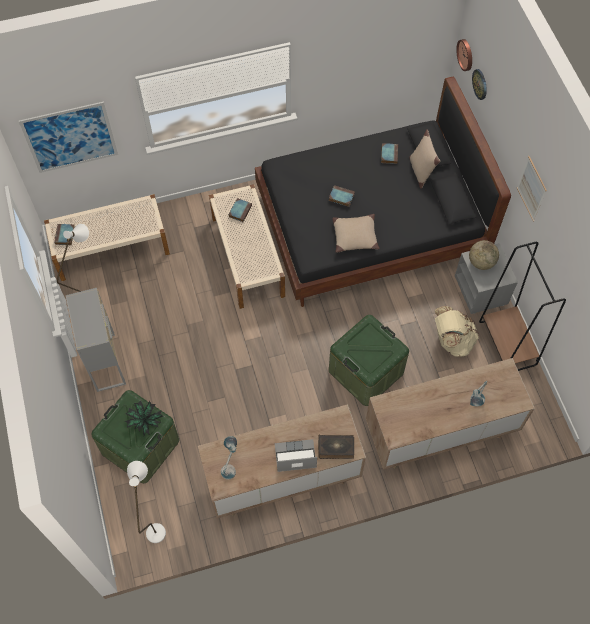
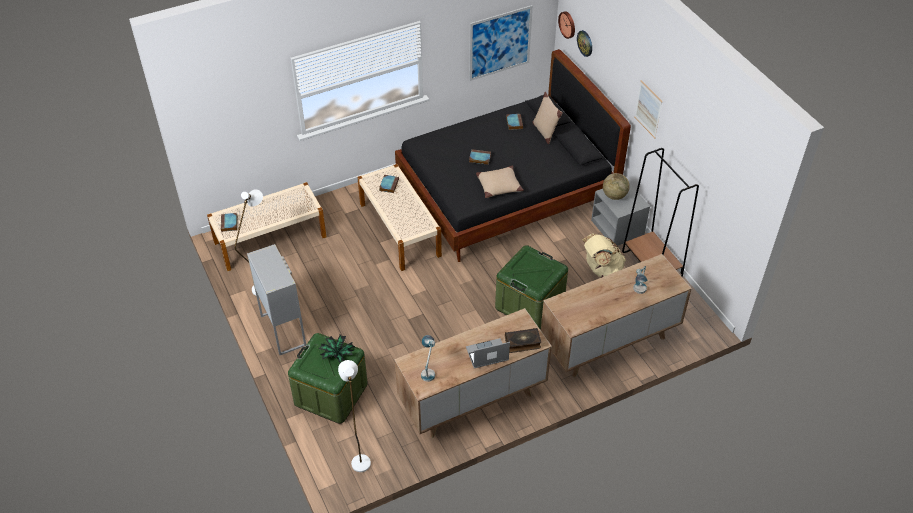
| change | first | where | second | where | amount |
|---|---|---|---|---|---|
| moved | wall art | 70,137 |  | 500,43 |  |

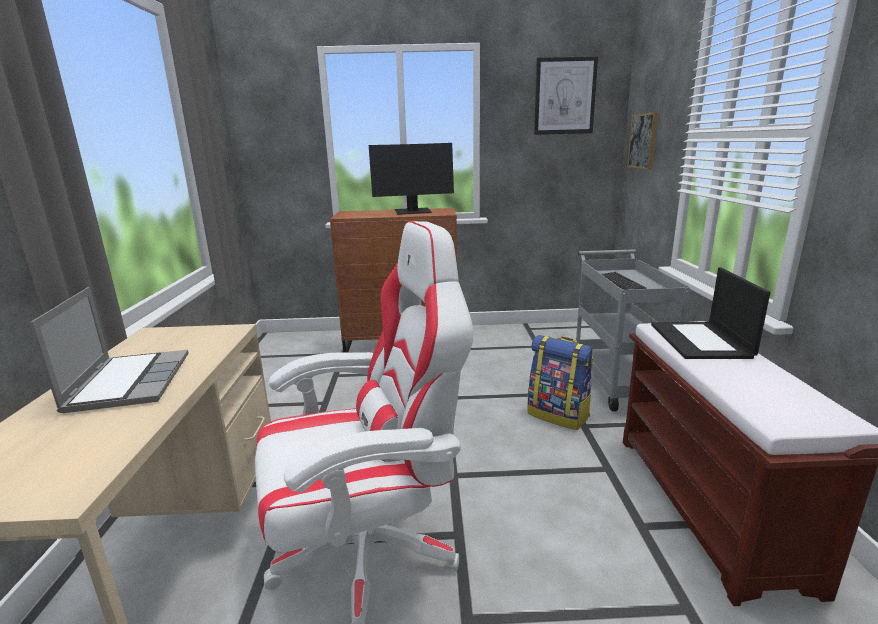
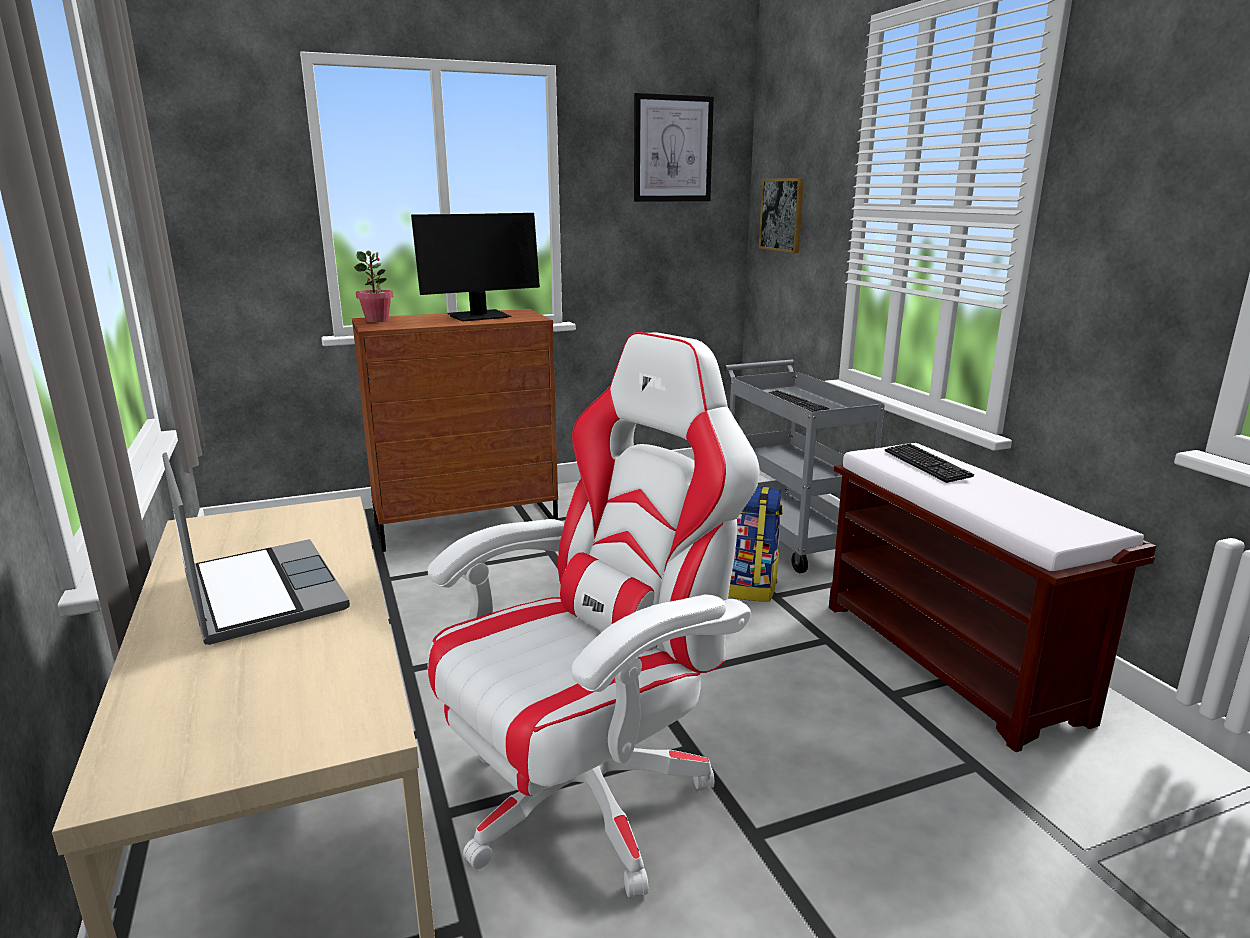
| change | first | where | second | where | amount |
|---|---|---|---|---|---|
| replaced | laptop | 701,341 | computer keyboard | 926,465 |  |
| added |  |  | potted plant | 377,320 |  |

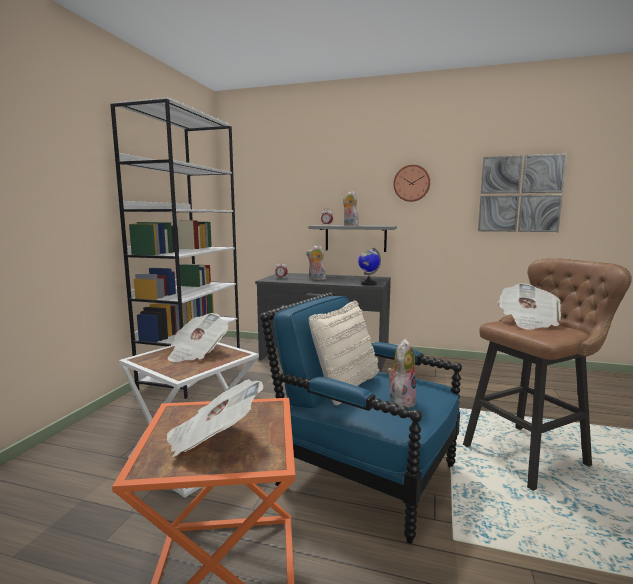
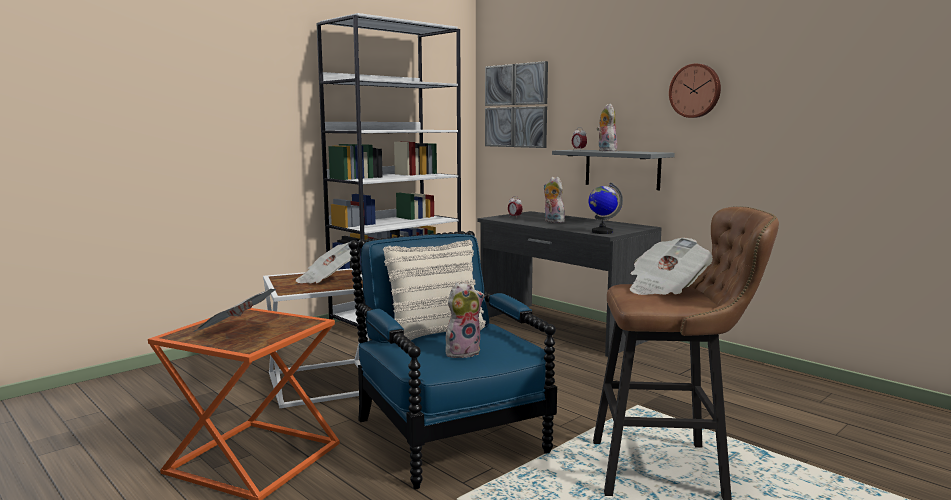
| change | first | where | second | where | amount |
|---|---|---|---|---|---|
| moved | wall art | 520,194 |  | 516,106 |  |

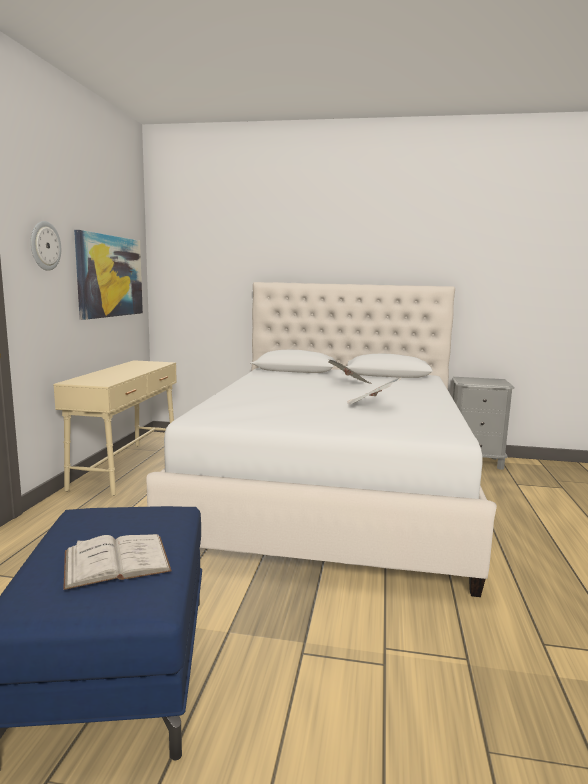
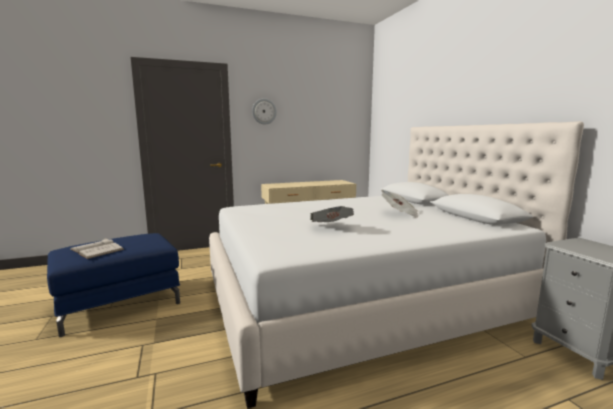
| change | first | where | second | where | amount |
|---|---|---|---|---|---|
| removed | wall art | 110,276 |  |  |  |

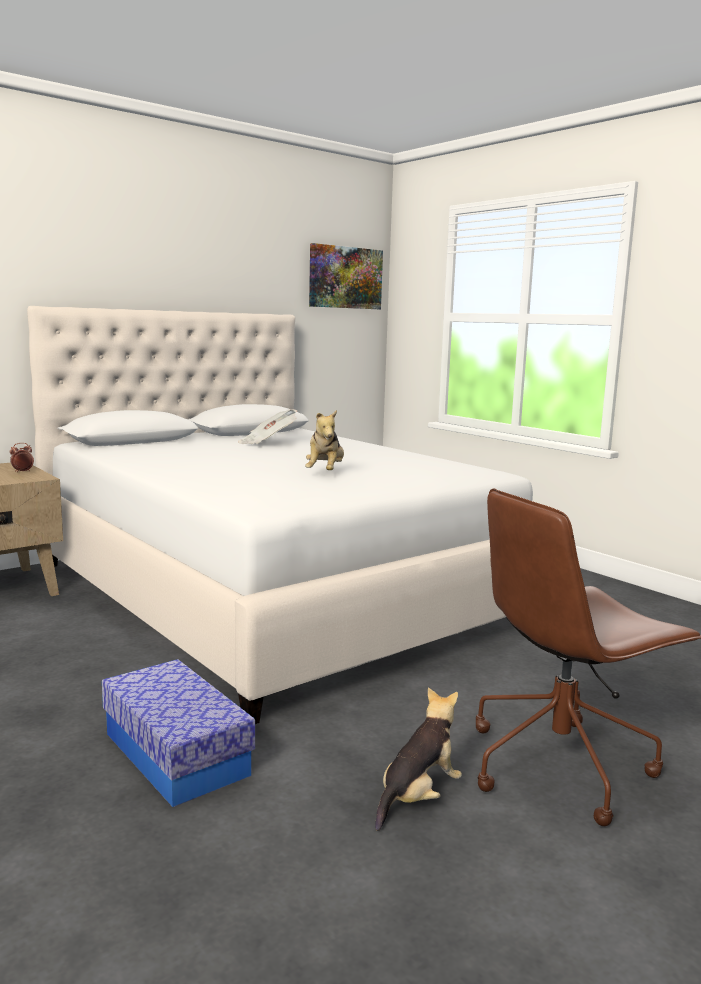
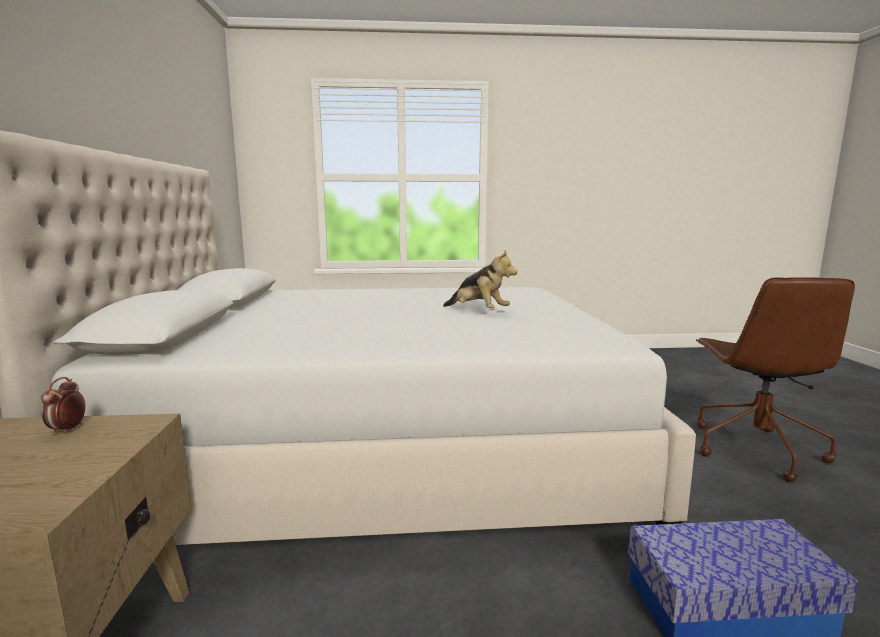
| change | first | where | second | where | amount |
|---|---|---|---|---|---|
| removed | daily paper | 267,443 |  |  |  |
| removed | wall art | 345,277 |  |  |  |
| removed | cuddly toy | 418,797 |  |  |  |

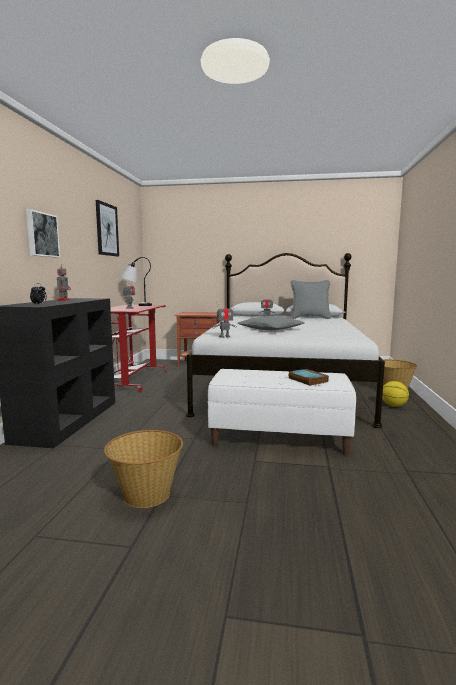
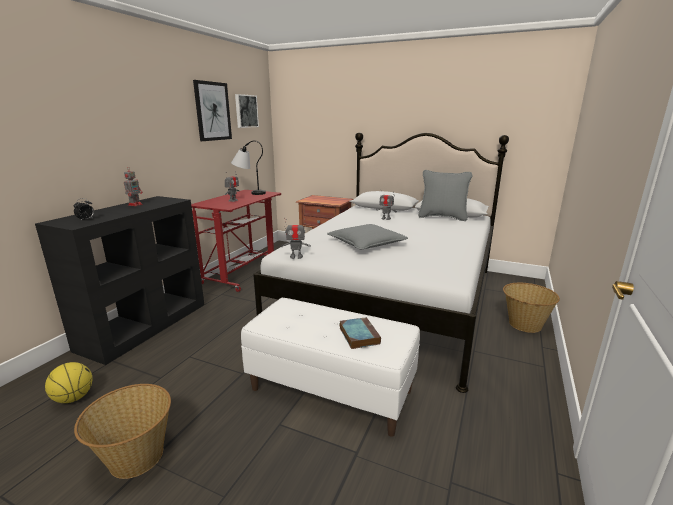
| change | first | where | second | where | amount |
|---|---|---|---|---|---|
| moved | wall art | 41,234 |  | 246,111 |  |
| moved | ball for basketball | 393,406 |  | 74,397 |  |

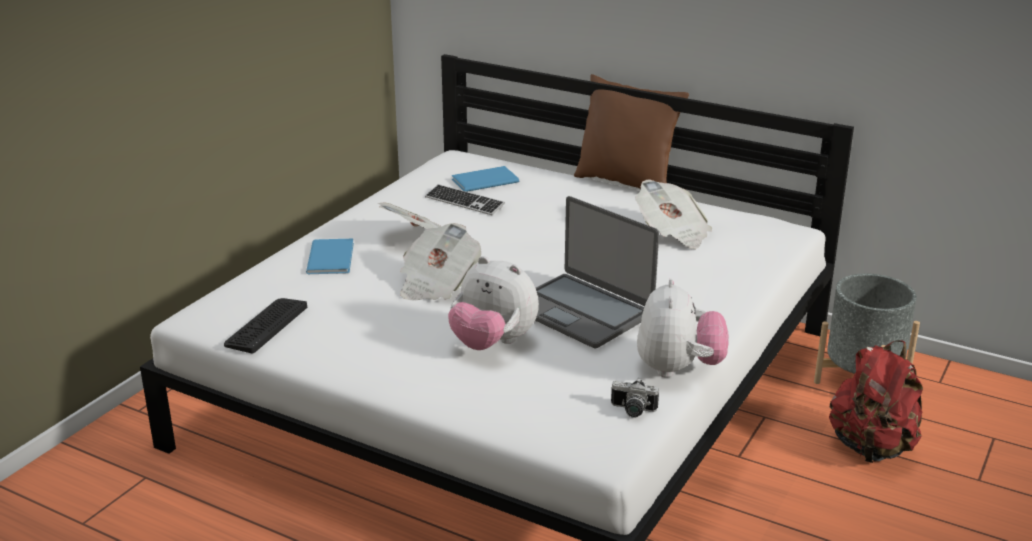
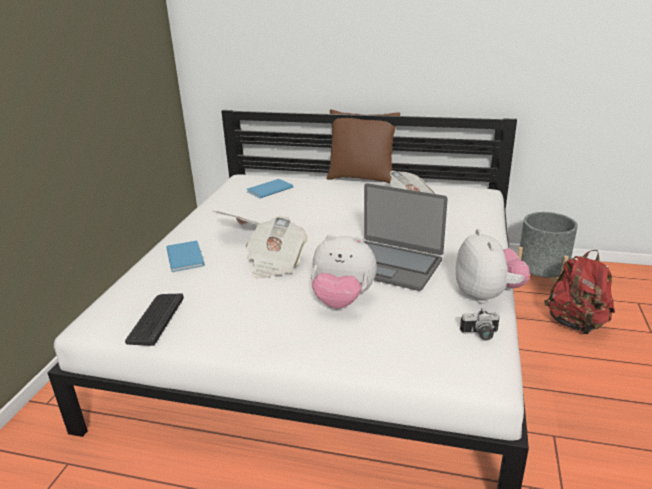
| change | first | where | second | where | amount |
|---|---|---|---|---|---|
| removed | computer keyboard | 464,202 |  |  |  |

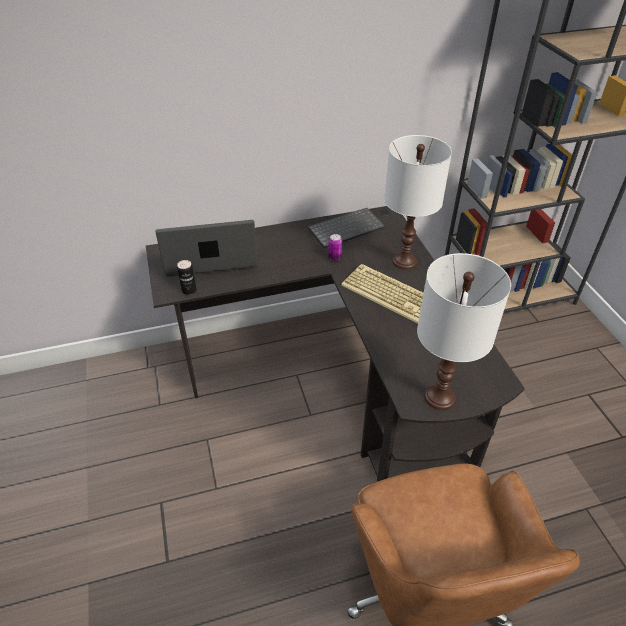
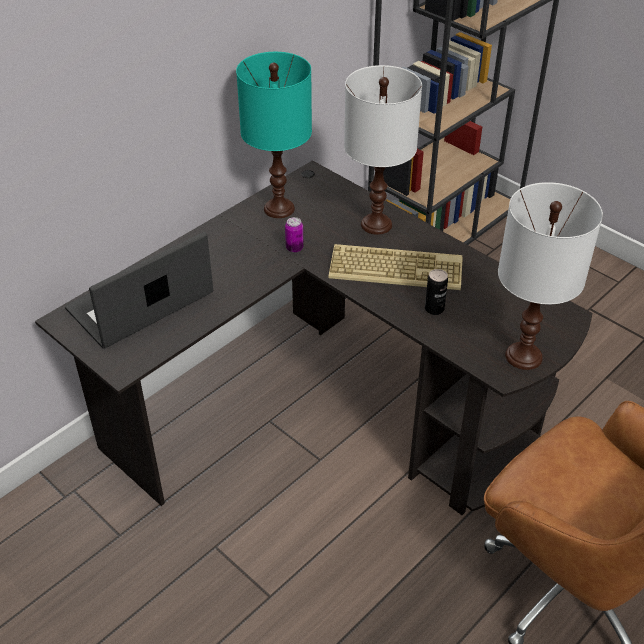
| change | first | where | second | where | amount |
|---|---|---|---|---|---|
| moved | sealed can | 189,290 |  | 434,309 |  |
| replaced | computer keyboard | 346,228 | blue-green table lamp | 279,208 |  |

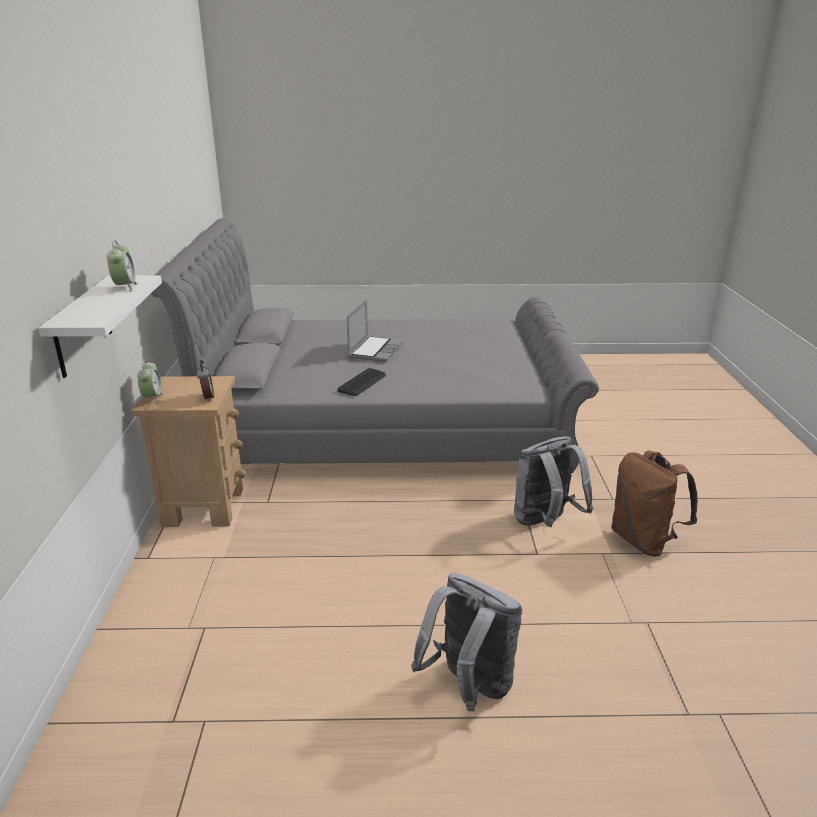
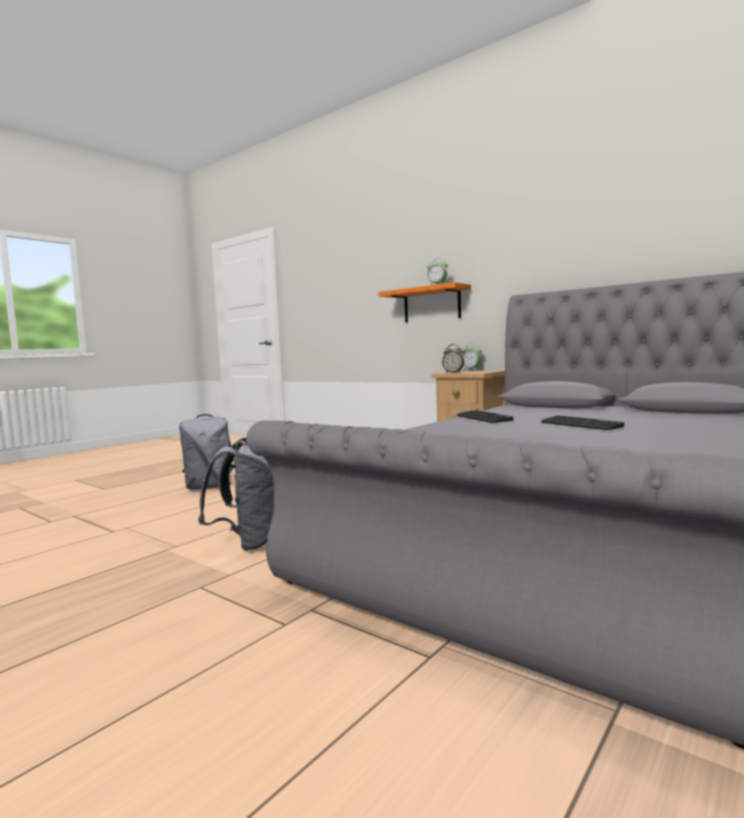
| change | first | where | second | where | amount |
|---|---|---|---|---|---|
| recoloured | whitish bracket shelf | 82,326 | orange bracket shelf | 432,304 |  |
| replaced | laptop | 375,350 | computer keyboard | 580,424 |  |
| removed | brownish backpack | 644,541 |  |  |  |

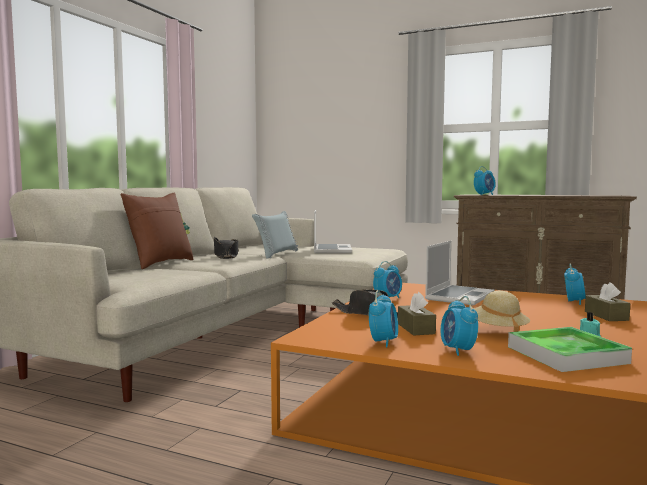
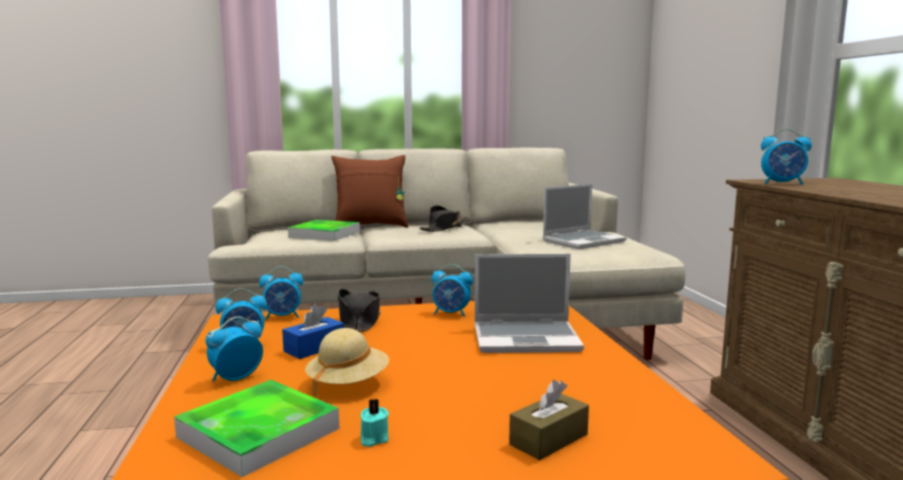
| change | first | where | second | where | amount |
|---|---|---|---|---|---|
| removed | blue-coloured pillow | 276,254 |  |  |  |
| recoloured | brownish box of tissues | 416,329 | blue-coloured box of tissues | 314,348 |  |
| moved | alarm clock | 573,302 |  | 283,317 |  |
| added |  |  | carrying tray | 325,234 |  |

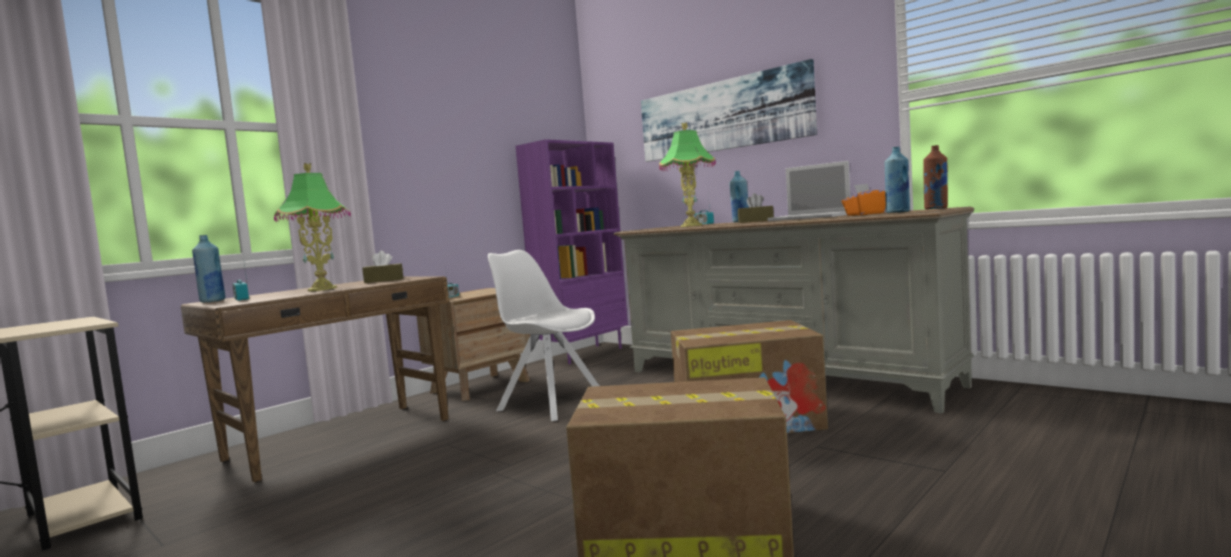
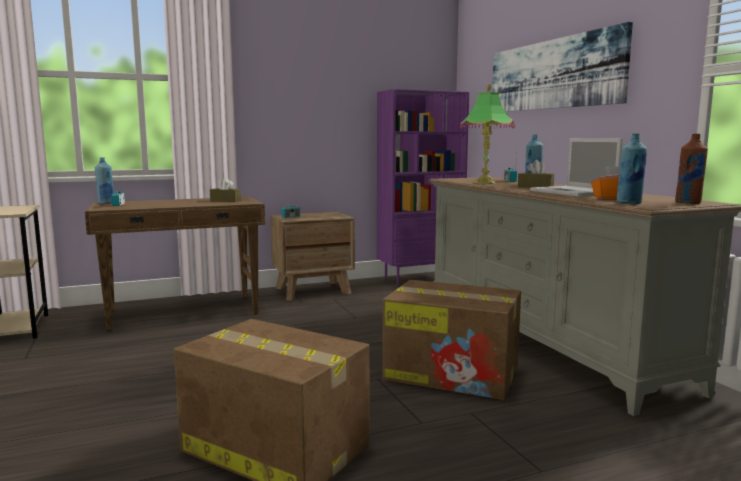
| change | first | where | second | where | amount |
|---|---|---|---|---|---|
| removed | table lamp | 322,289 |  |  |  |
| removed | whitish chair | 551,404 |  |  |  |

